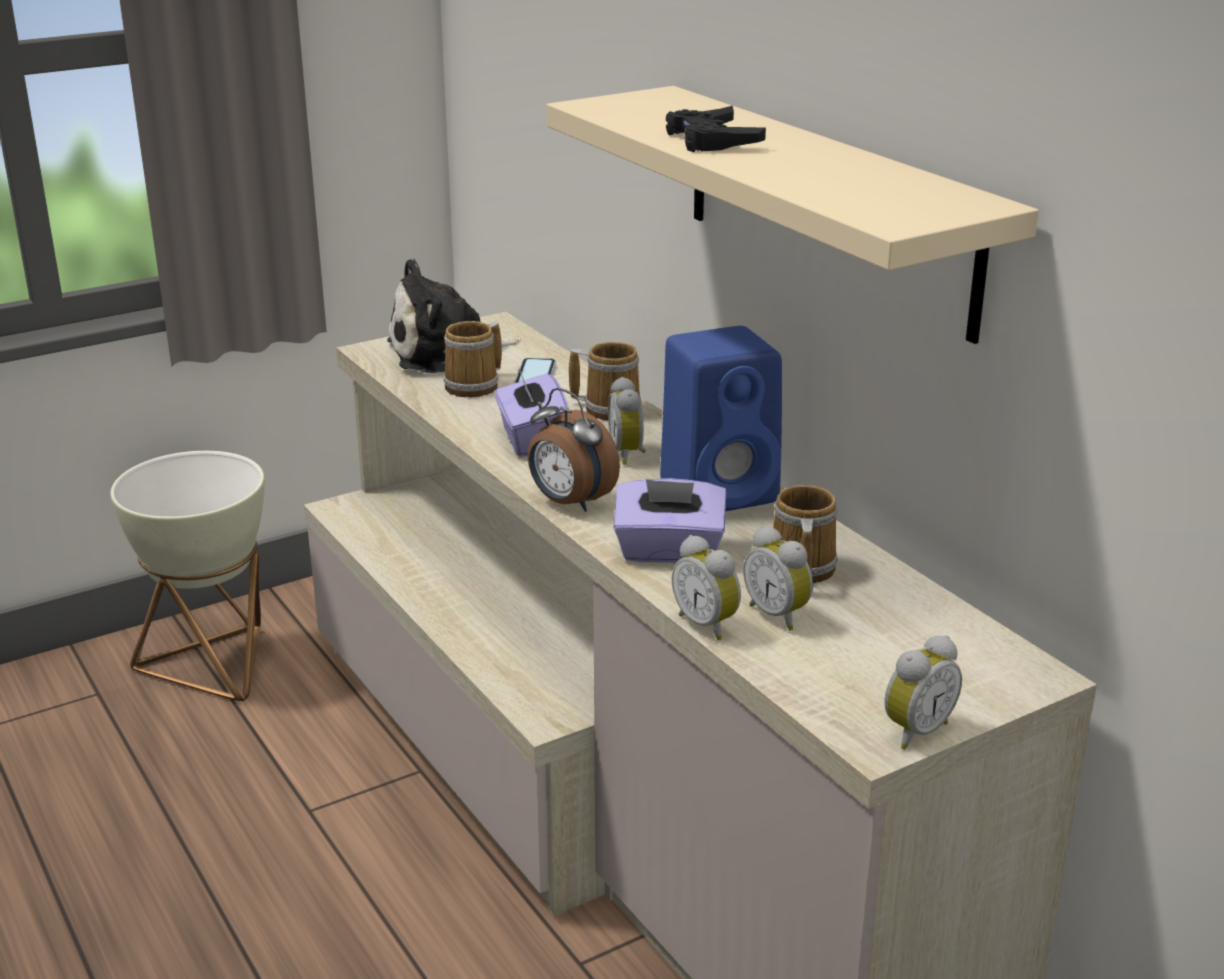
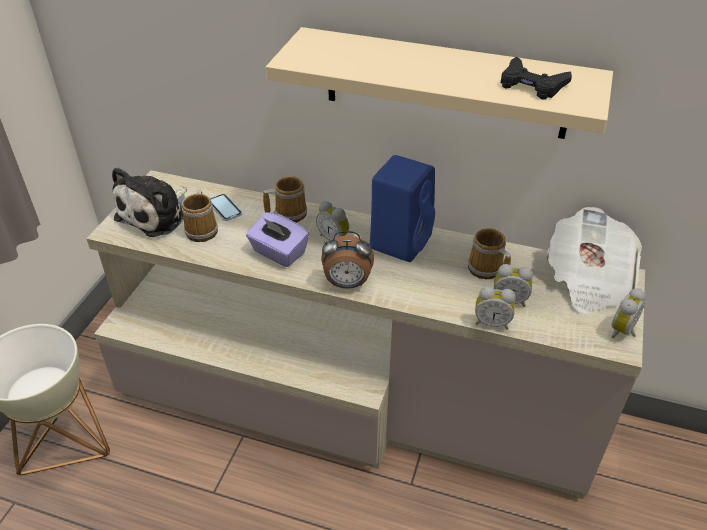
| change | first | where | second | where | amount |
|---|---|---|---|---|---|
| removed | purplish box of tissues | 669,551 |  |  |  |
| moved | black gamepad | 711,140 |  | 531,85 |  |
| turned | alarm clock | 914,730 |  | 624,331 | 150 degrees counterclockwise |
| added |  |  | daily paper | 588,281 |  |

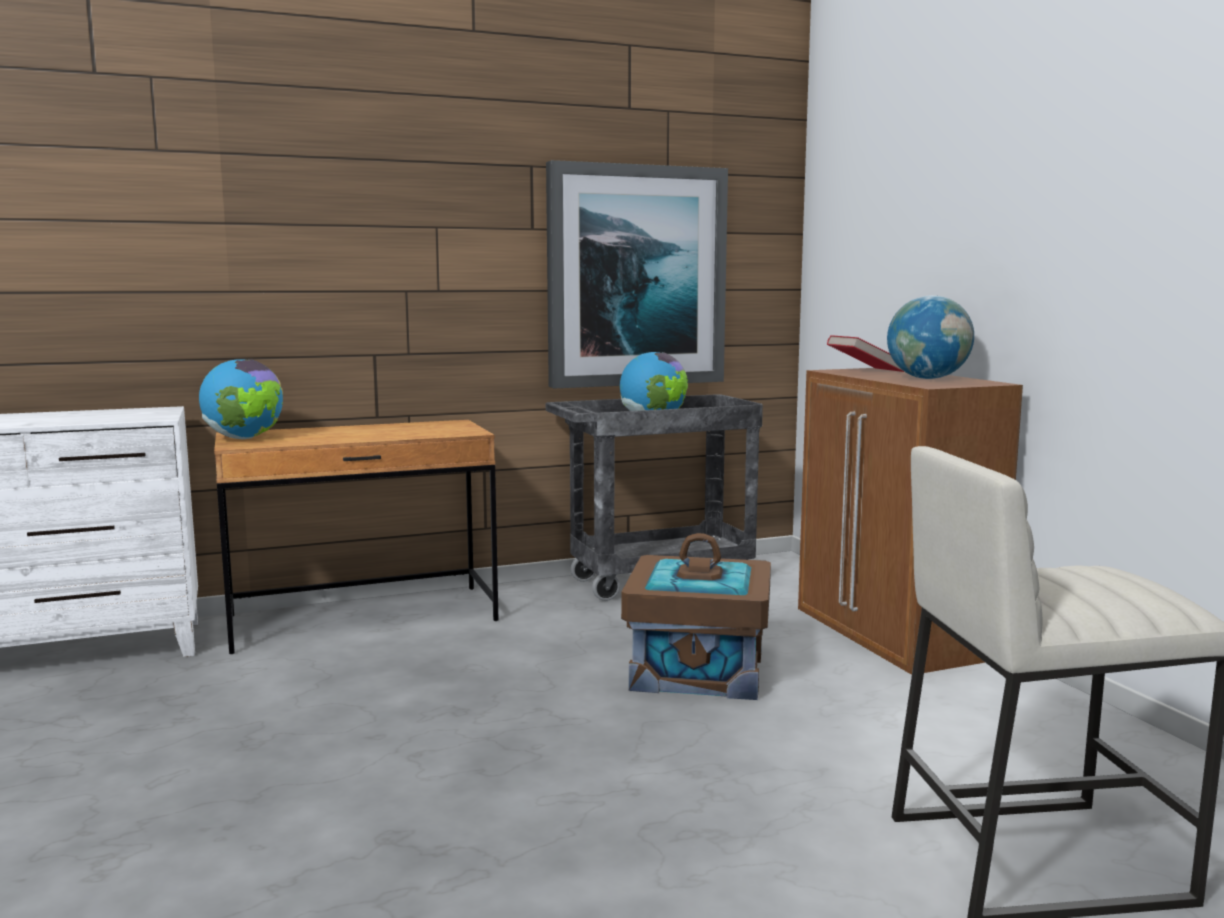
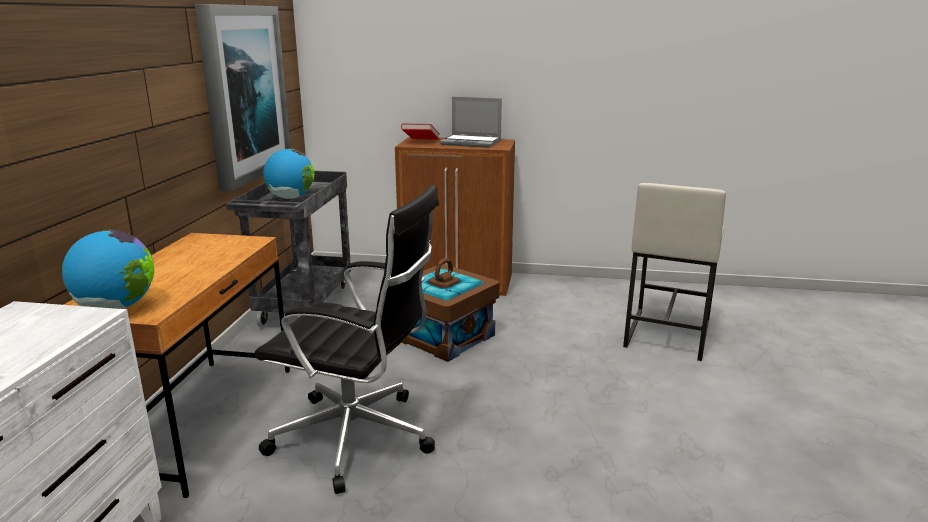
| change | first | where | second | where | amount |
|---|---|---|---|---|---|
| replaced | globe | 928,378 | laptop | 472,142 |  |
| added |  |  | black desk chair | 357,438 |  |

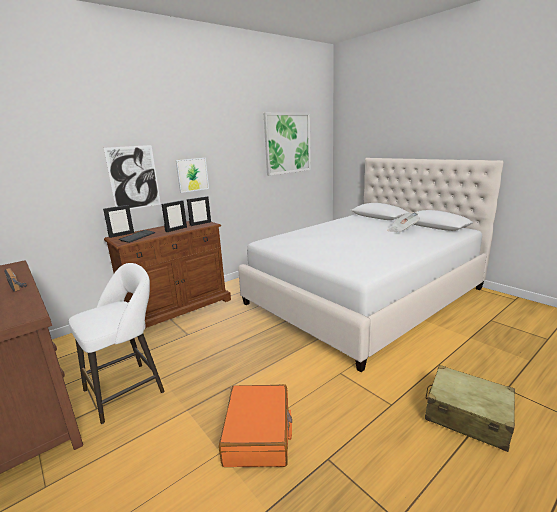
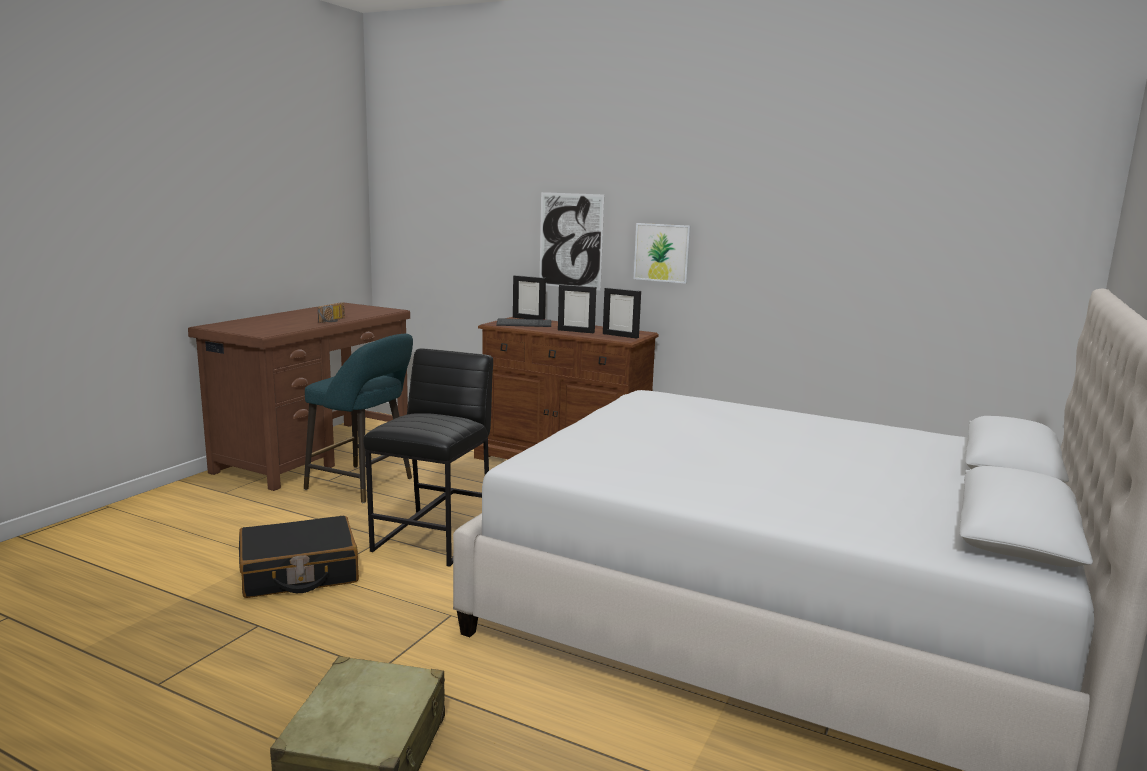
| change | first | where | second | where | amount |
|---|---|---|---|---|---|
| recoloured | whitish stool | 129,389 | blue-green stool | 364,485 |  |
| recoloured | orange piece of luggage | 258,433 | black piece of luggage | 299,573 |  |
| removed | wall art | 287,143 |  |  |  |
| removed | daily paper | 402,230 |  |  |  |
| added |  |  | black chair | 434,538 |  |

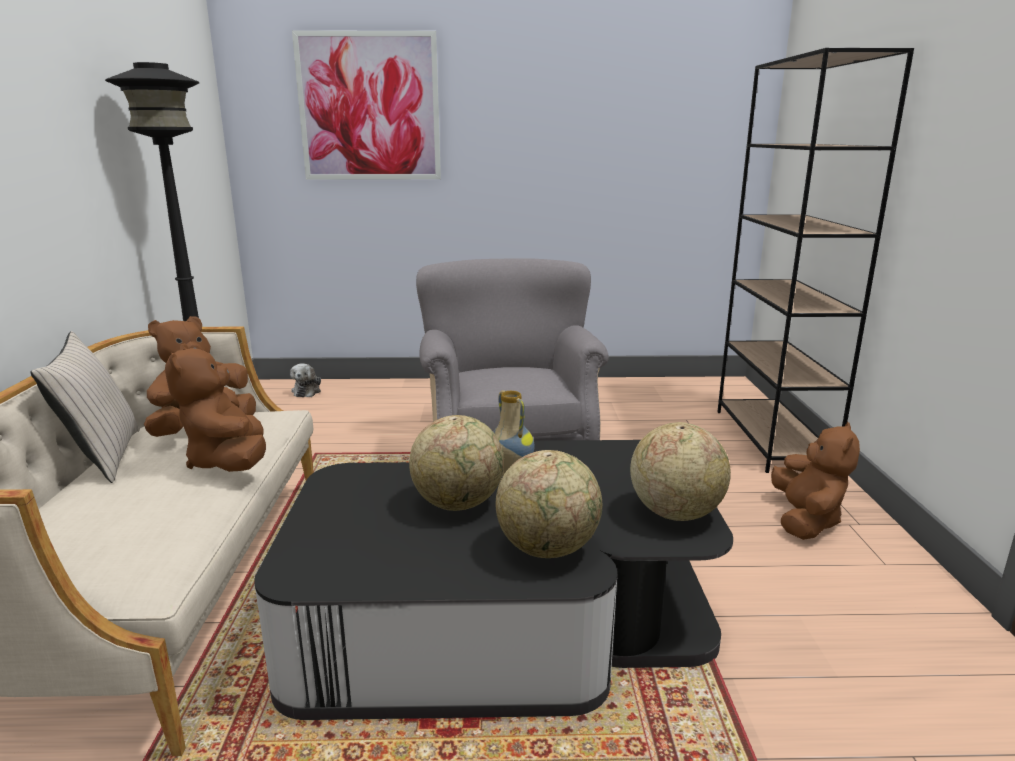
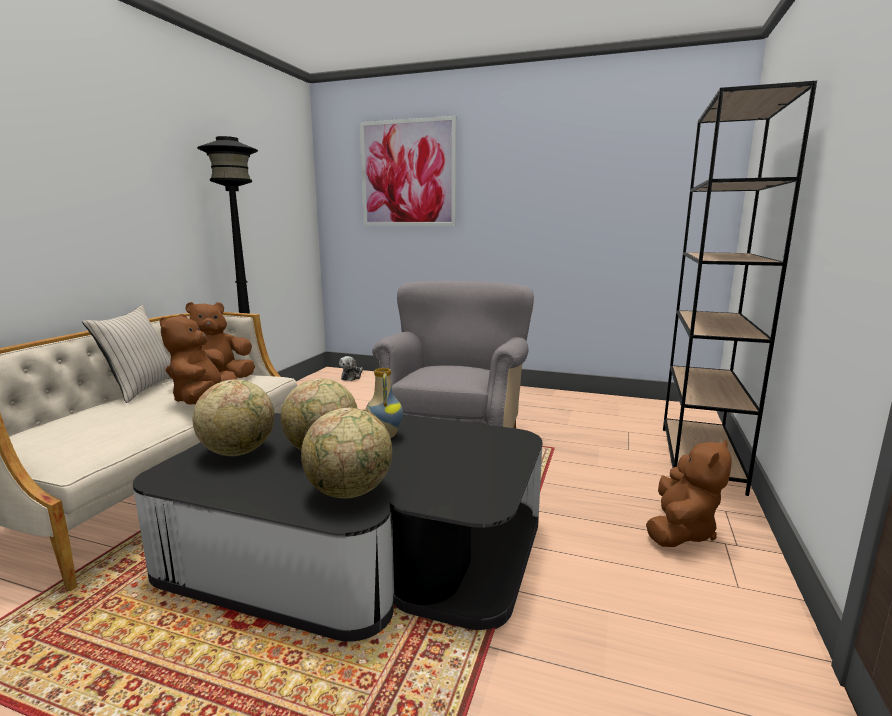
| change | first | where | second | where | amount |
|---|---|---|---|---|---|
| moved | globe | 675,513 |  | 238,452 |  |

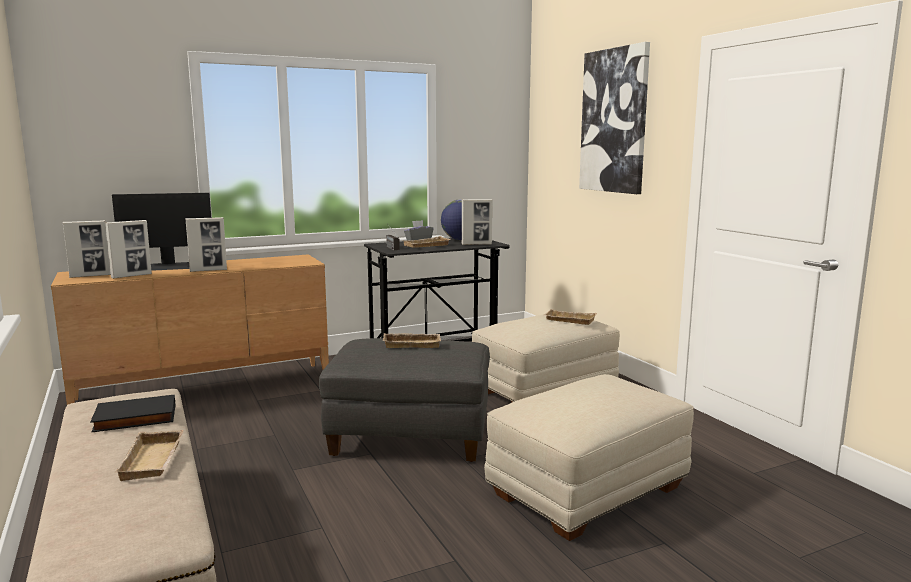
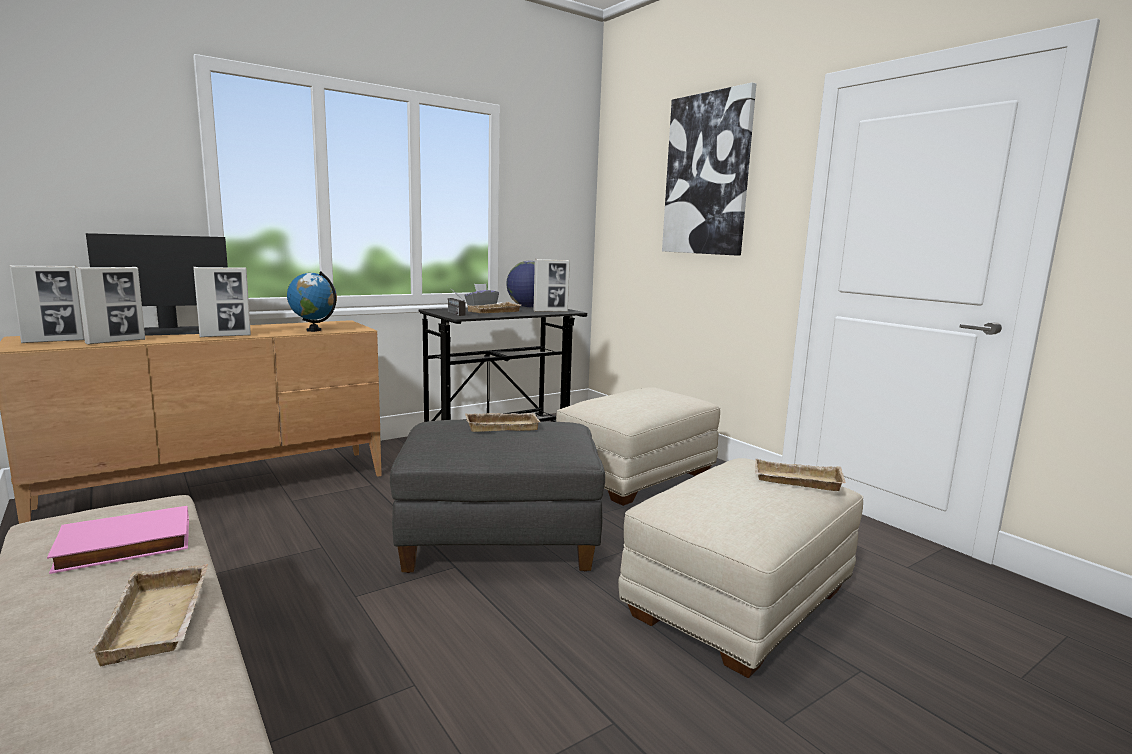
| change | first | where | second | where | amount |
|---|---|---|---|---|---|
| recoloured | black book | 134,419 | pinkish book | 124,546 |  |
| moved | sand-coloured carrying tray | 568,320 |  | 796,481 |  |
| added |  |  | globe | 314,330 |  |

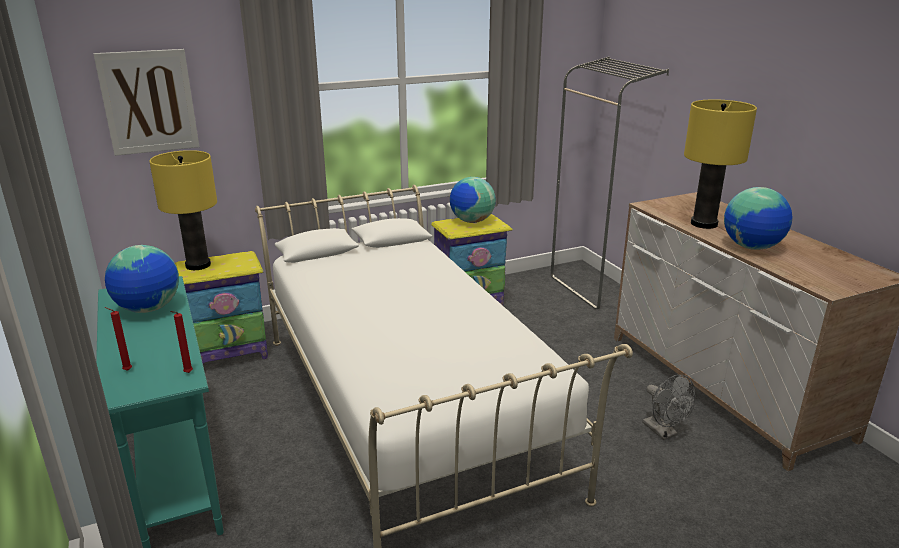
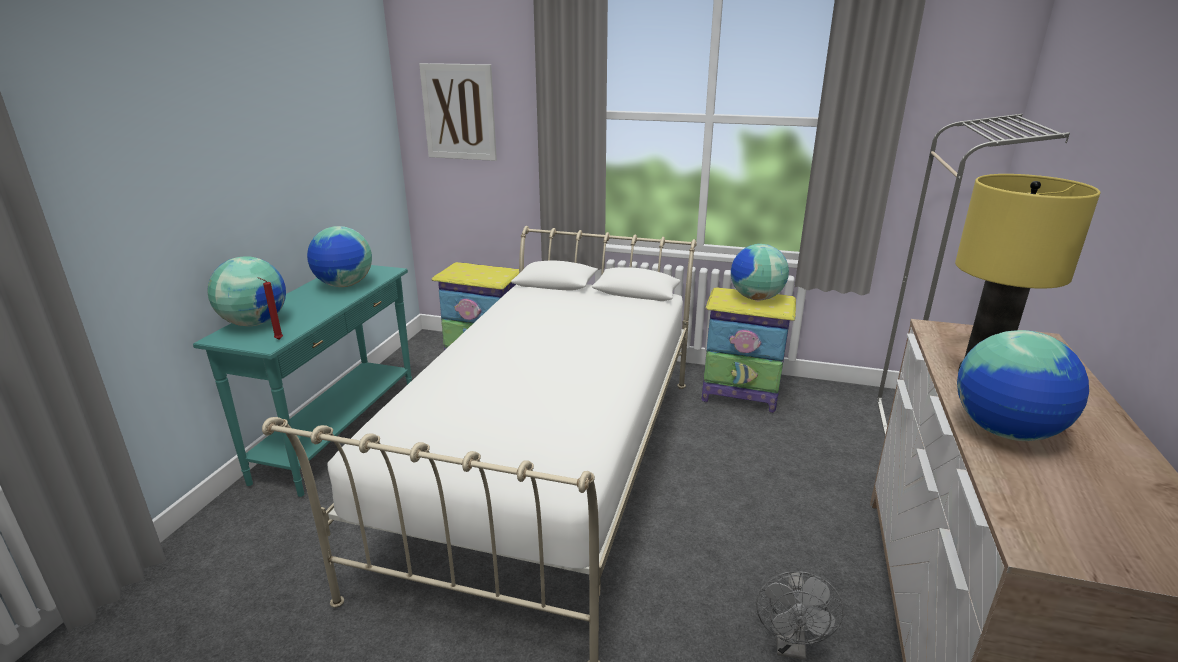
| change | first | where | second | where | amount |
|---|---|---|---|---|---|
| replaced | red wax light | 126,370 | globe | 255,323 |  |
| removed | yellowish table lamp | 198,265 |  |  |  |

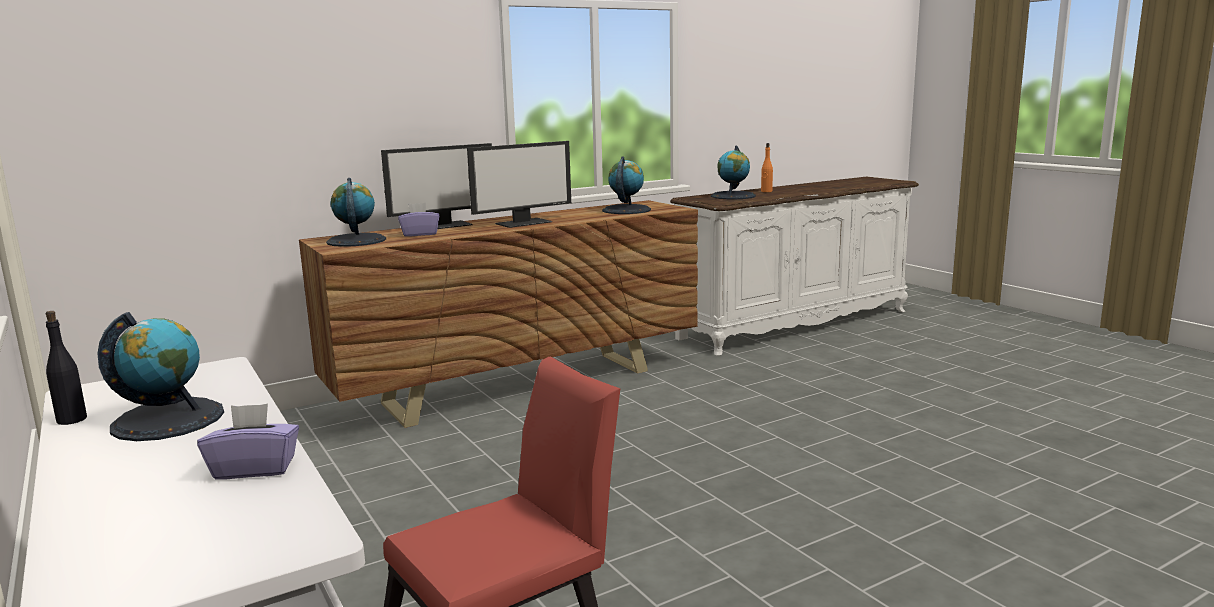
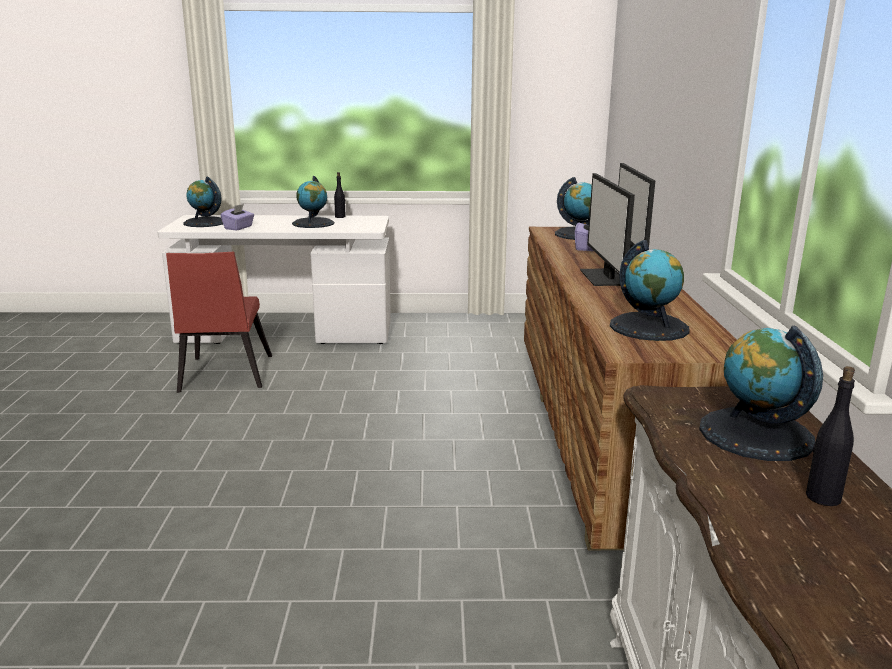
| change | first | where | second | where | amount |
|---|---|---|---|---|---|
| recoloured | orange bottle | 766,191 | black bottle | 822,497 |  |
| added |  |  | globe | 205,222 |  |

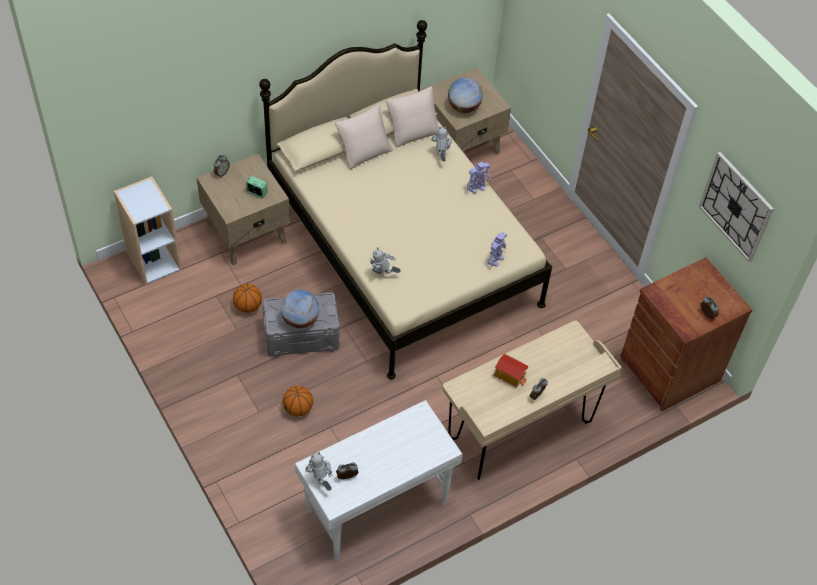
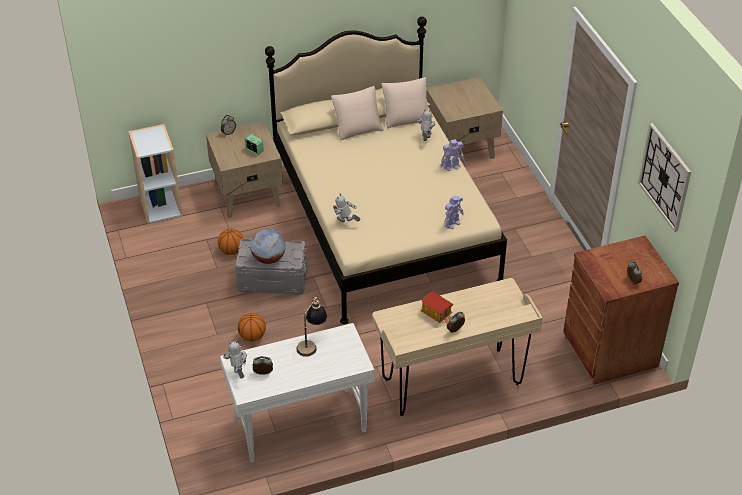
| change | first | where | second | where | amount |
|---|---|---|---|---|---|
| removed | globe | 464,107 |  |  |  |
| added |  |  | table lamp | 312,343 |  |

